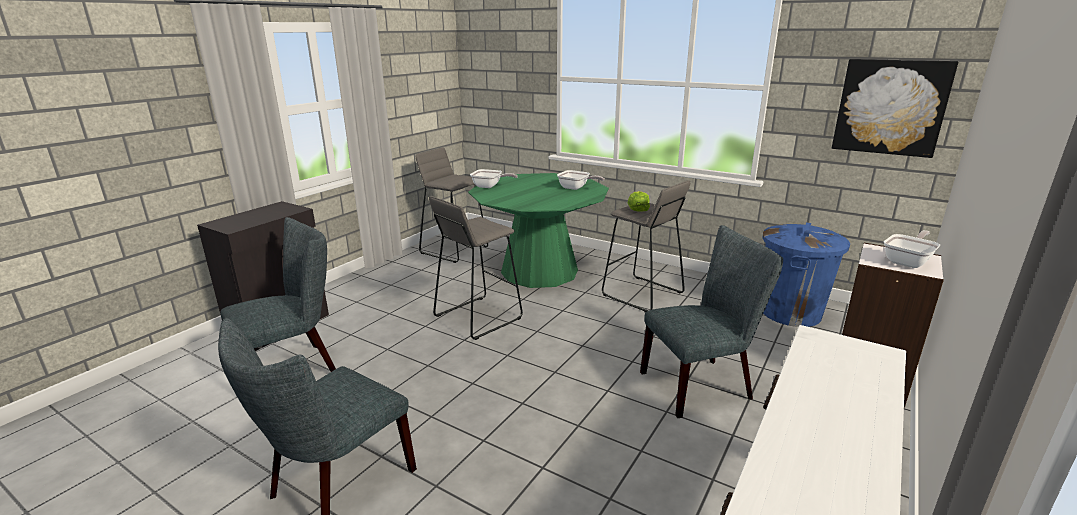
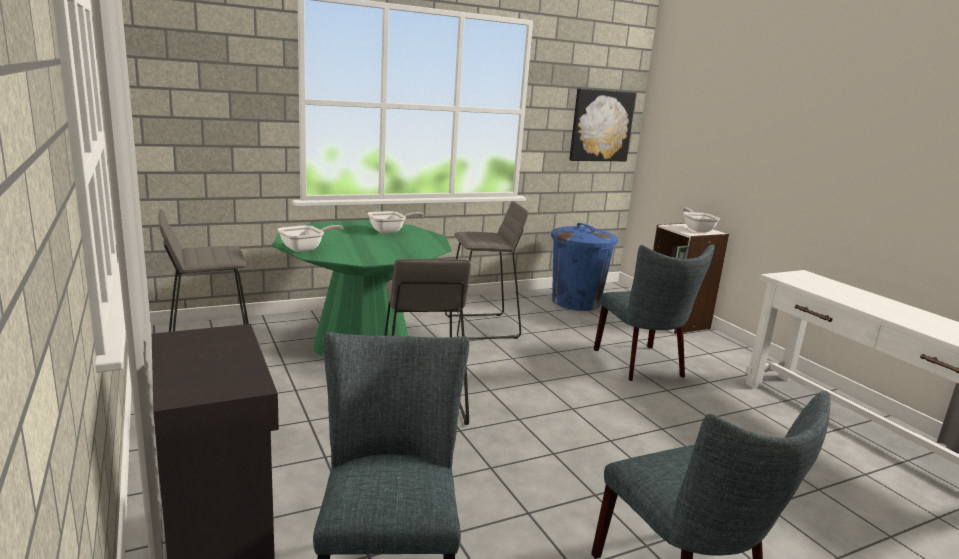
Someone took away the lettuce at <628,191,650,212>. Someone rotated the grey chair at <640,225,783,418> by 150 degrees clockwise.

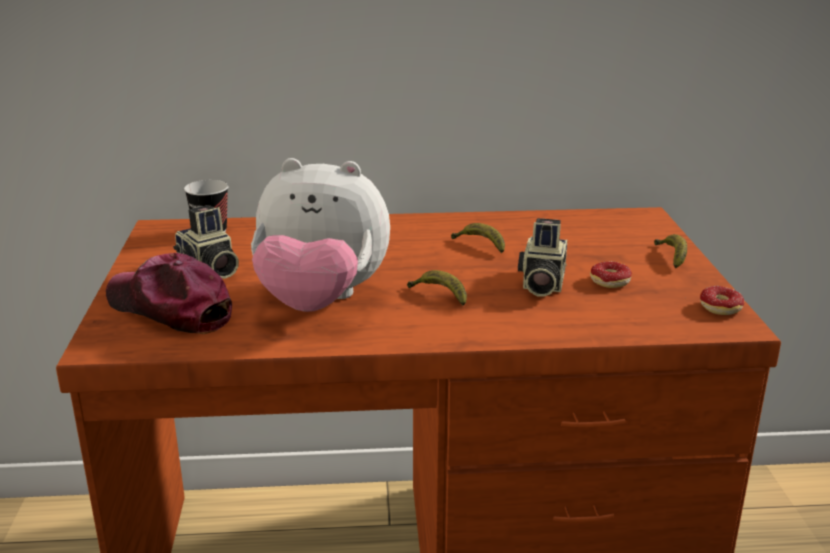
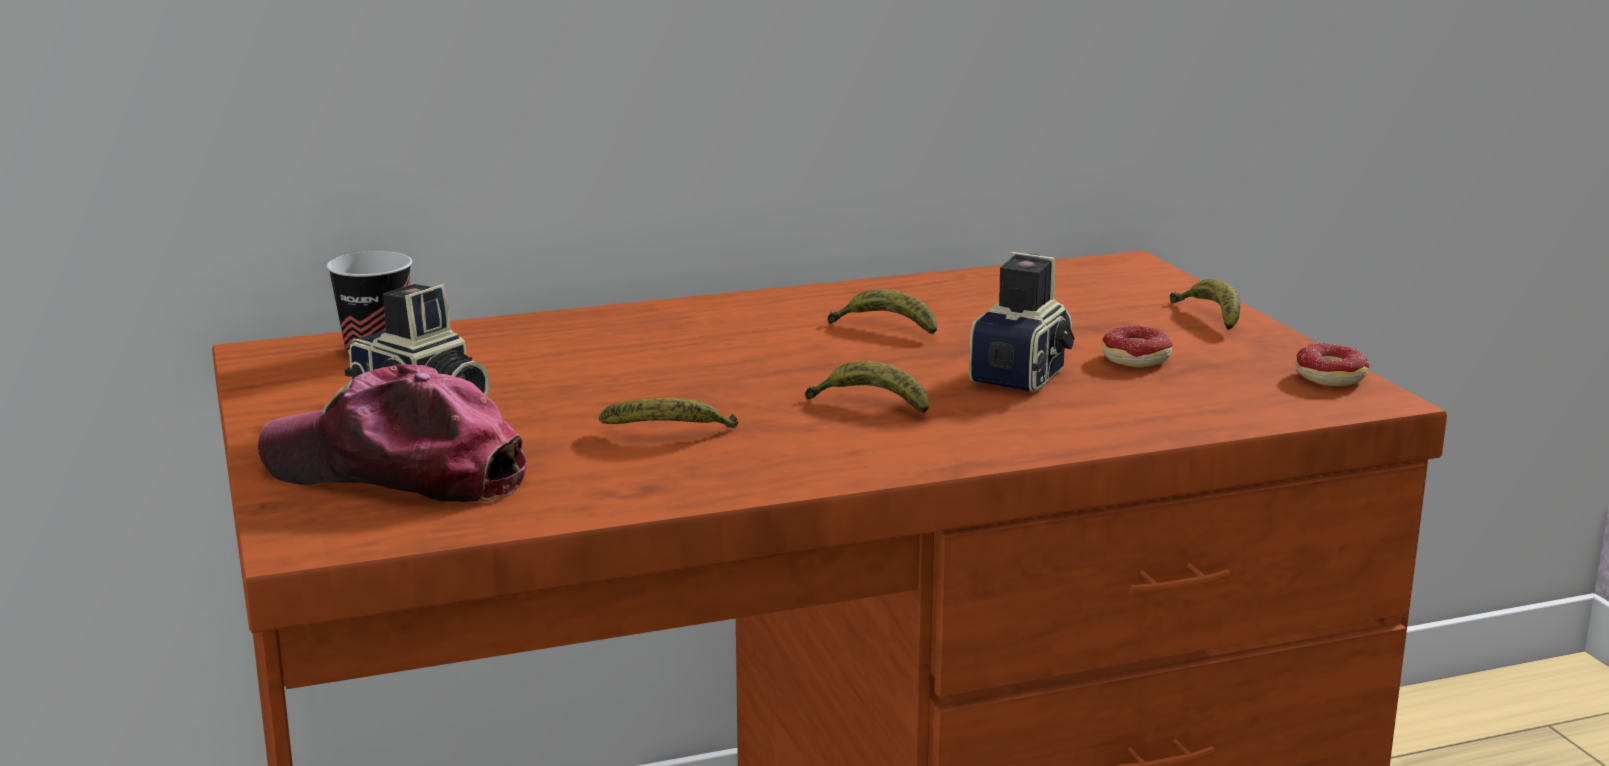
Someone swapped the plush toy at <251,158,390,312> for the banana at <599,398,738,428>. Someone rotated the photo camera at <518,218,567,297> by 150 degrees counterclockwise.

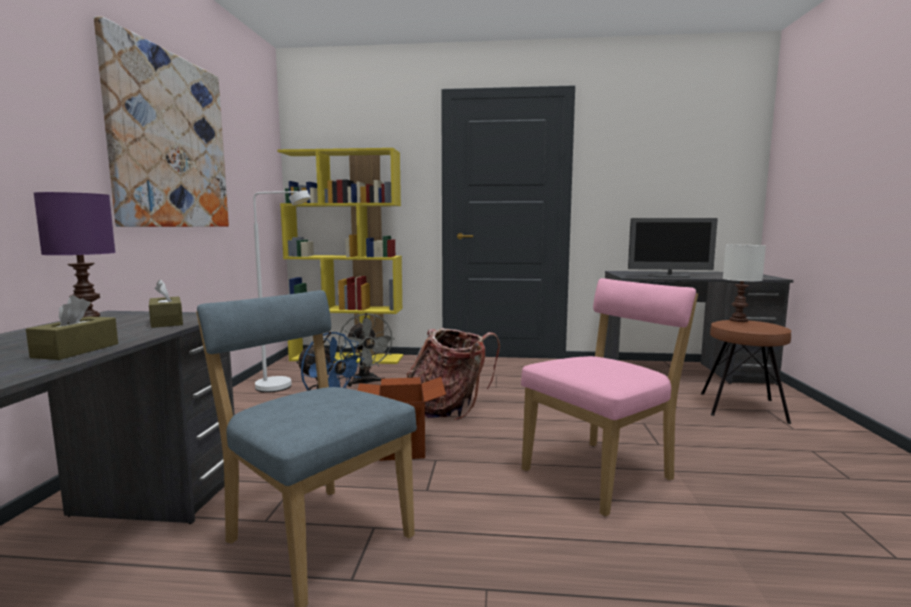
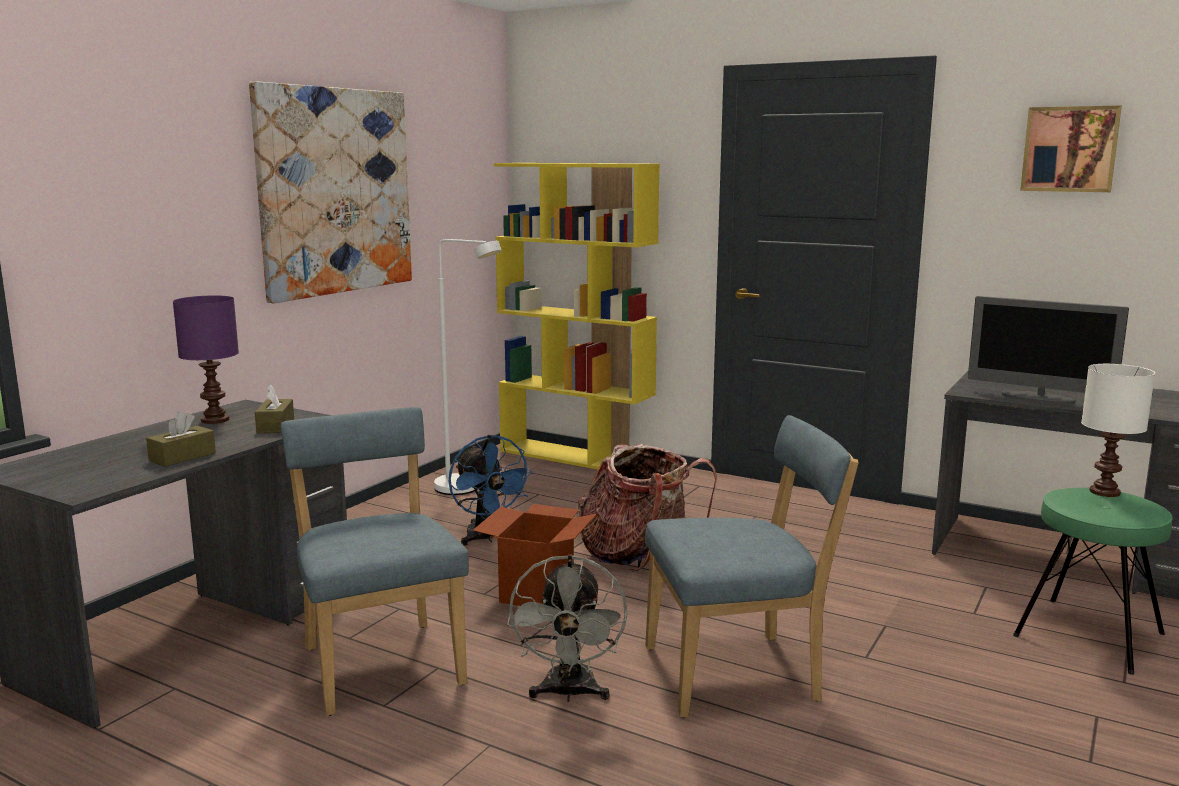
Someone put up the picture at <1020,106,1122,192>. Someone carried the grey fan from <338,313,395,387> to <507,555,627,702>. Someone repainted the pink chair at <521,278,698,517>, which became the blue chair at <645,415,859,718>. Someone repainted the brown stool at <701,320,791,424>, which became the green stool at <1013,488,1173,675>.

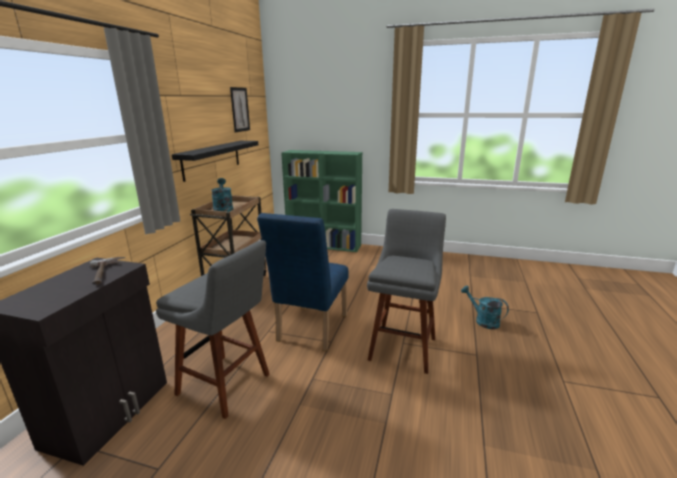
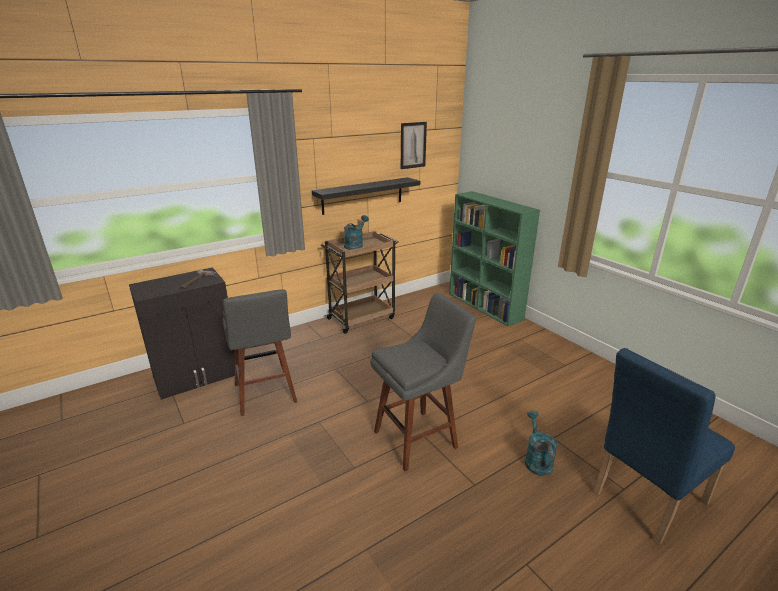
Someone carried the blue chair from <257,213,348,351> to <593,348,735,545>.

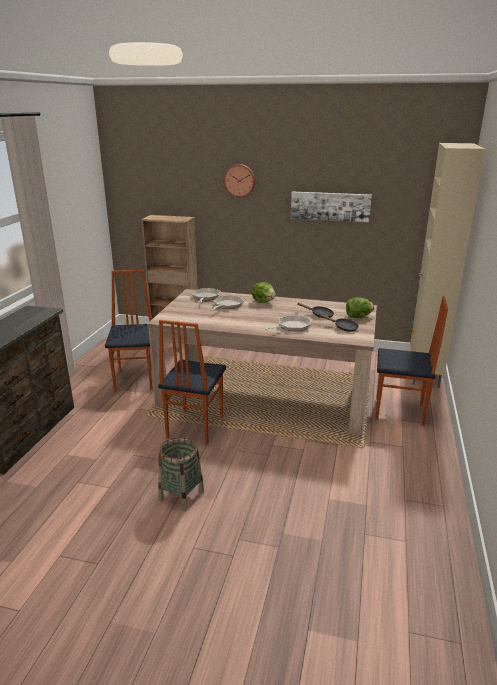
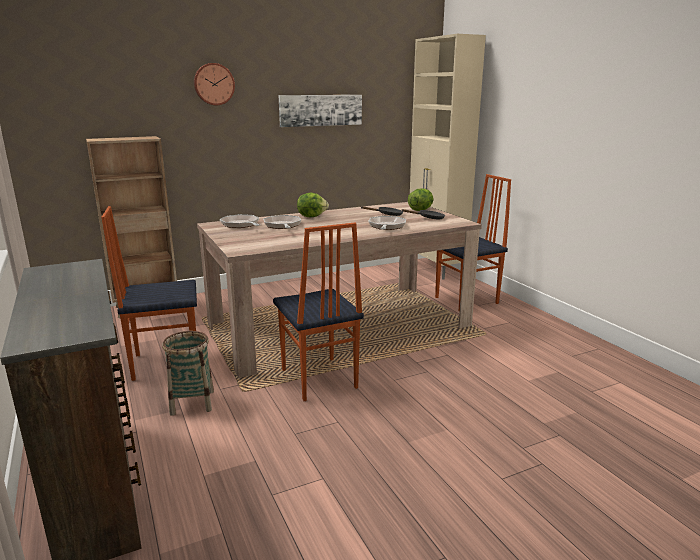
Someone carried the basket from <158,437,204,511> to <162,331,214,416>. Someone rotated the chair at <105,270,152,391> by 60 degrees counterclockwise.

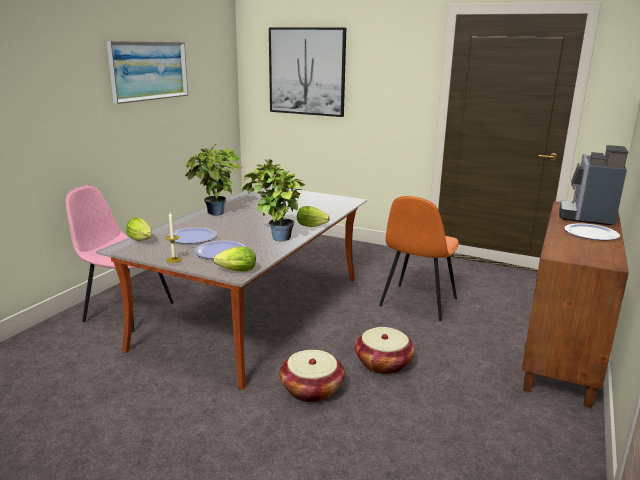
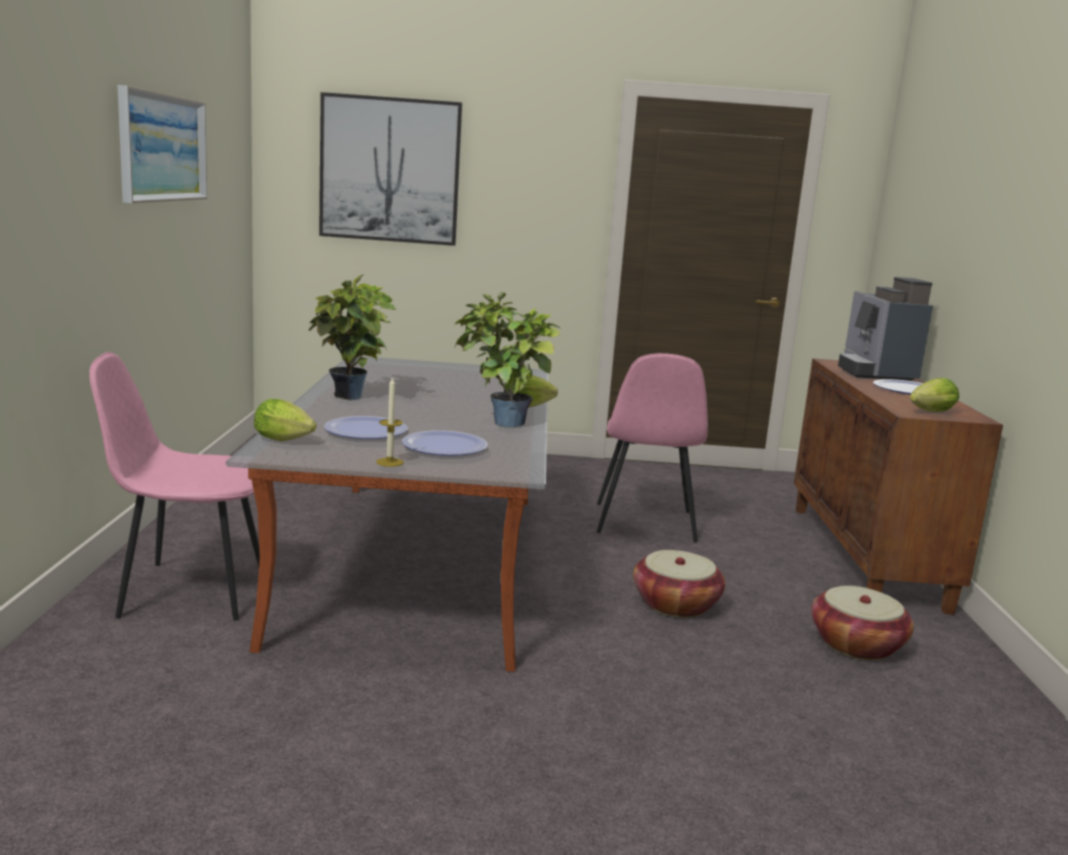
Someone carried the lettuce from <213,247,256,272> to <910,378,959,412>. Someone carried the basket from <280,350,345,403> to <811,586,914,660>. Someone repainted the orange chair at <379,196,459,321>, which became the pink chair at <597,353,708,542>.

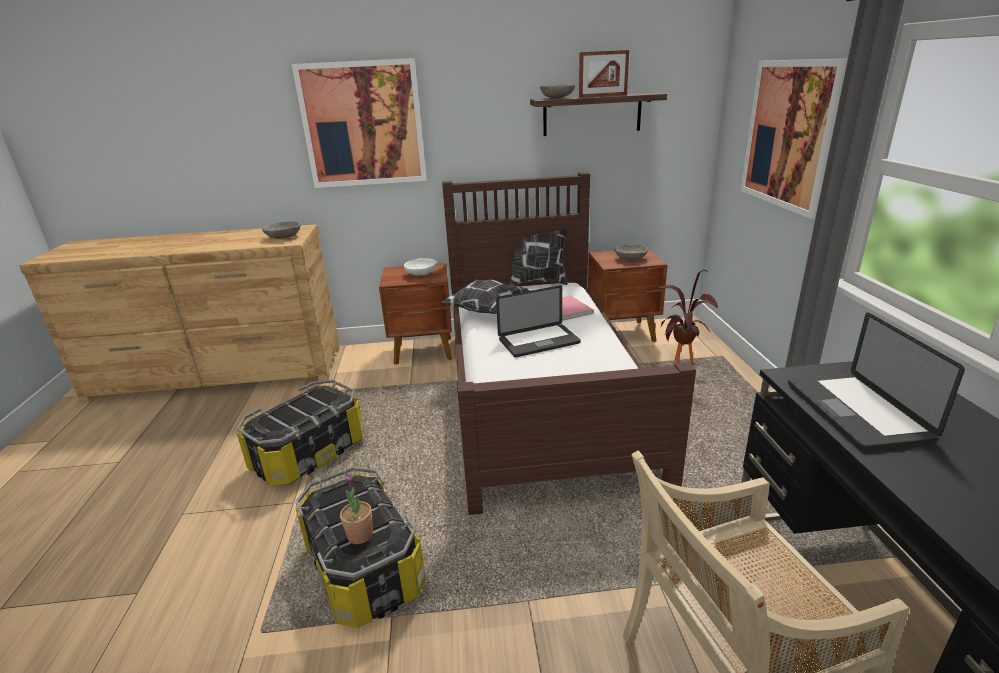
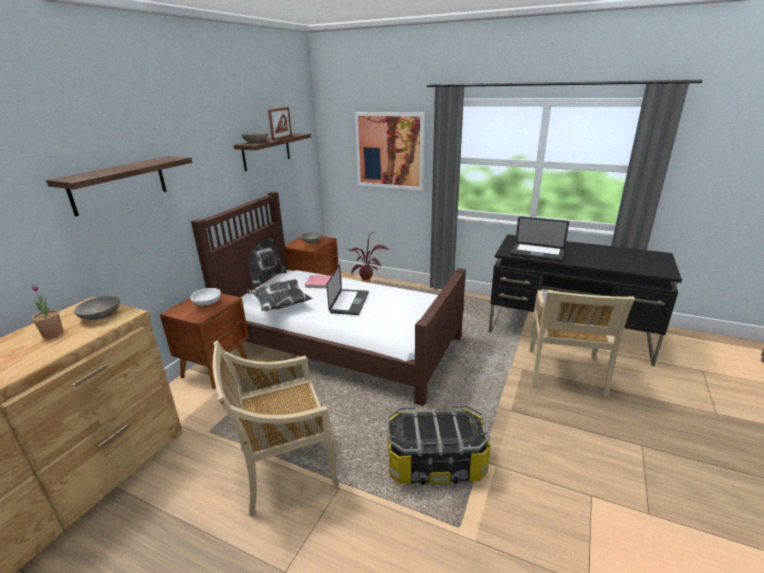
Someone carried the potted plant from <340,474,373,544> to <32,285,63,338>. Someone swapped the storage box at <237,380,364,485> for the beige chair at <213,340,339,516>. Someone swapped the picture at <292,58,427,188> for the shelf at <46,156,192,216>.

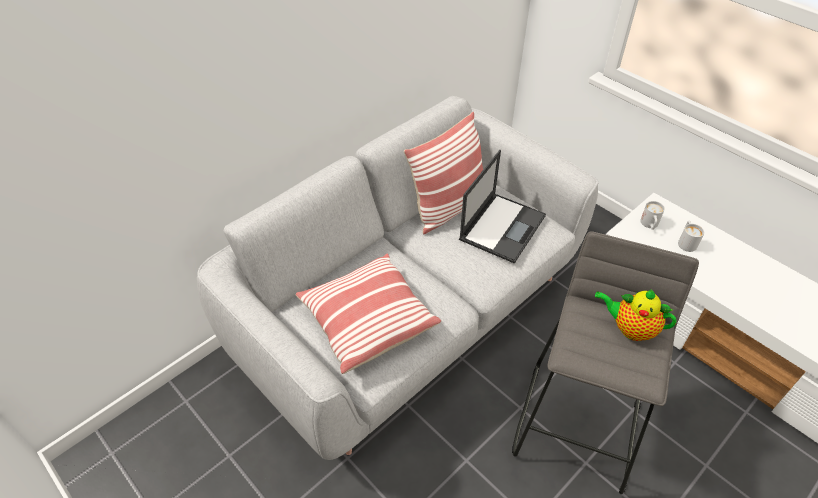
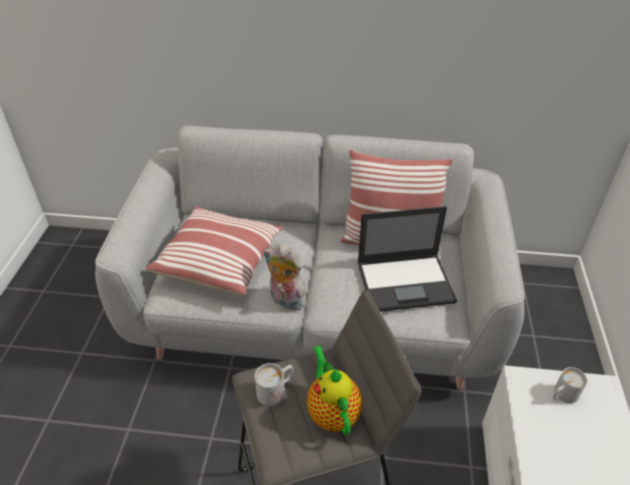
Someone put down the plush toy at <264,245,307,310>. Someone carried the white mug from <678,221,704,252> to <255,363,293,406>.

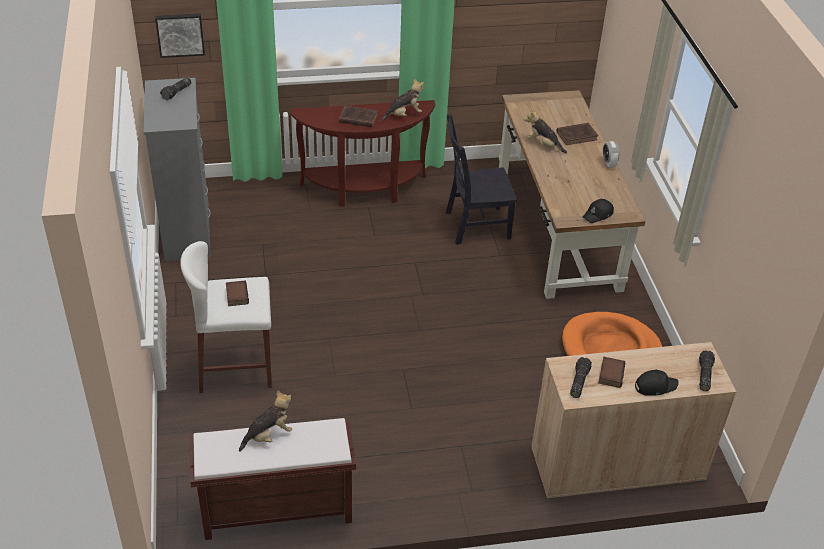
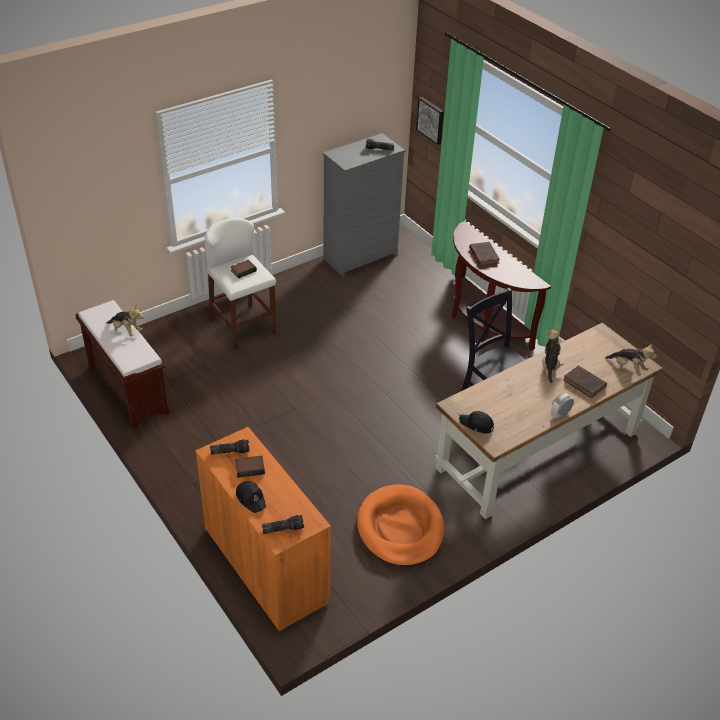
Someone carried the plush toy from <382,78,424,121> to <605,343,657,376>. Someone repainted the beige cabinet at <531,342,736,499>, which became the orange cabinet at <195,427,331,632>.

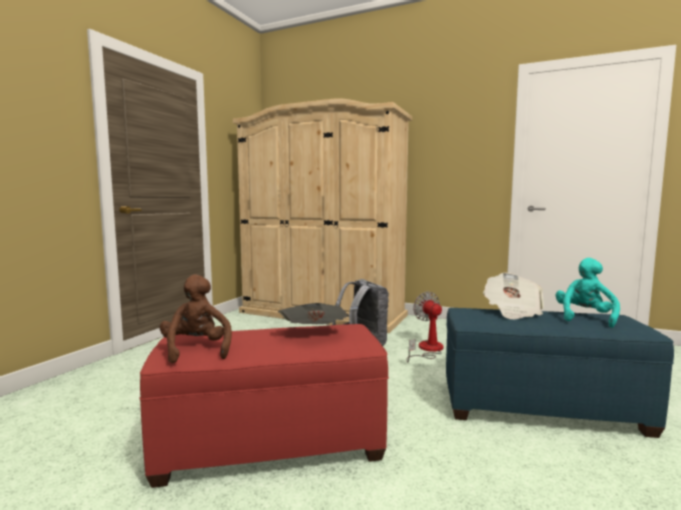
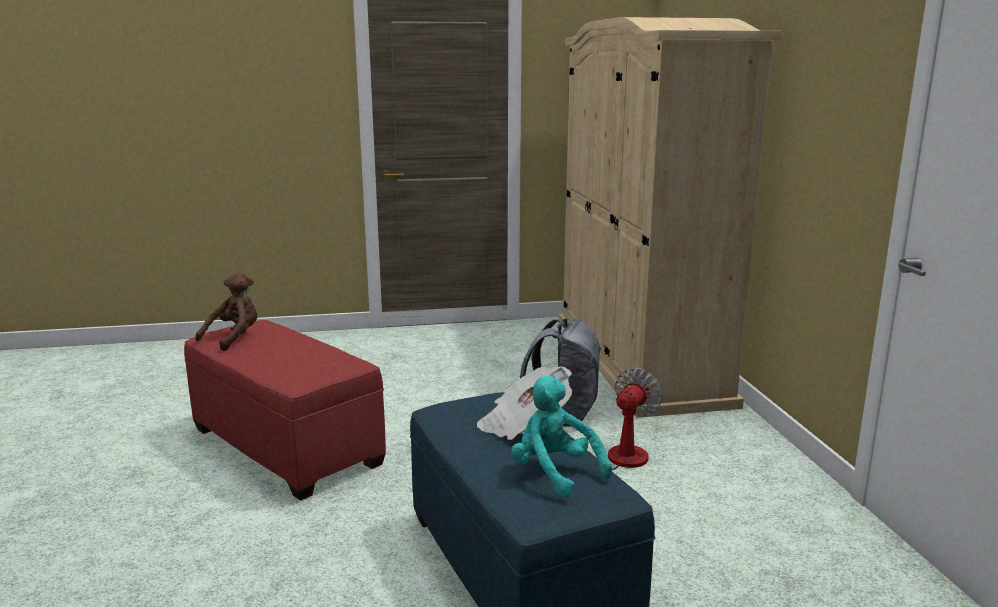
Someone took away the newspaper at <277,303,349,324>. Someone rotated the turquoise plush toy at <555,258,620,328> by 120 degrees counterclockwise.

